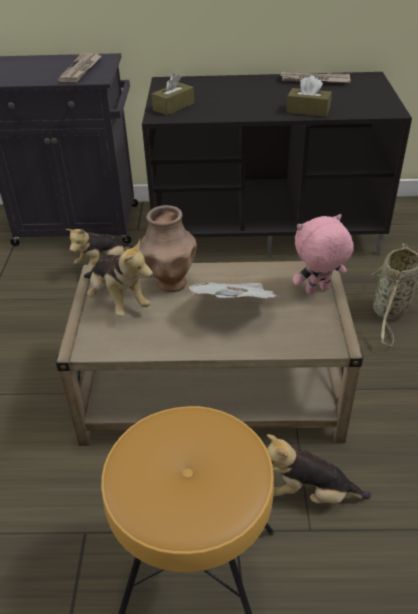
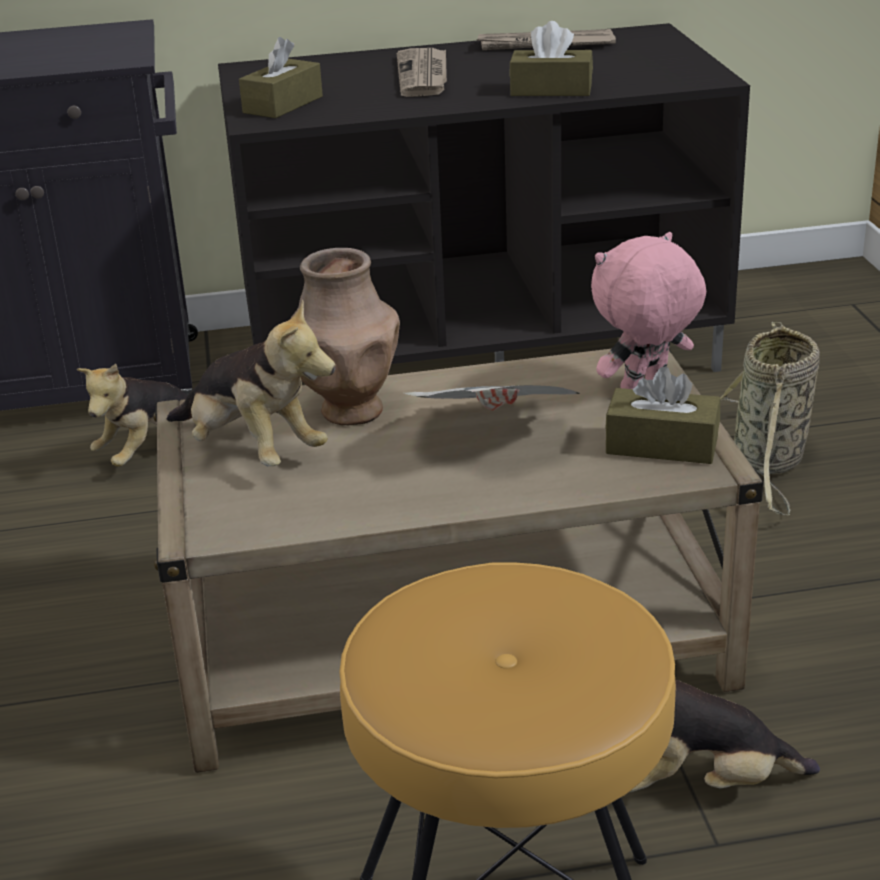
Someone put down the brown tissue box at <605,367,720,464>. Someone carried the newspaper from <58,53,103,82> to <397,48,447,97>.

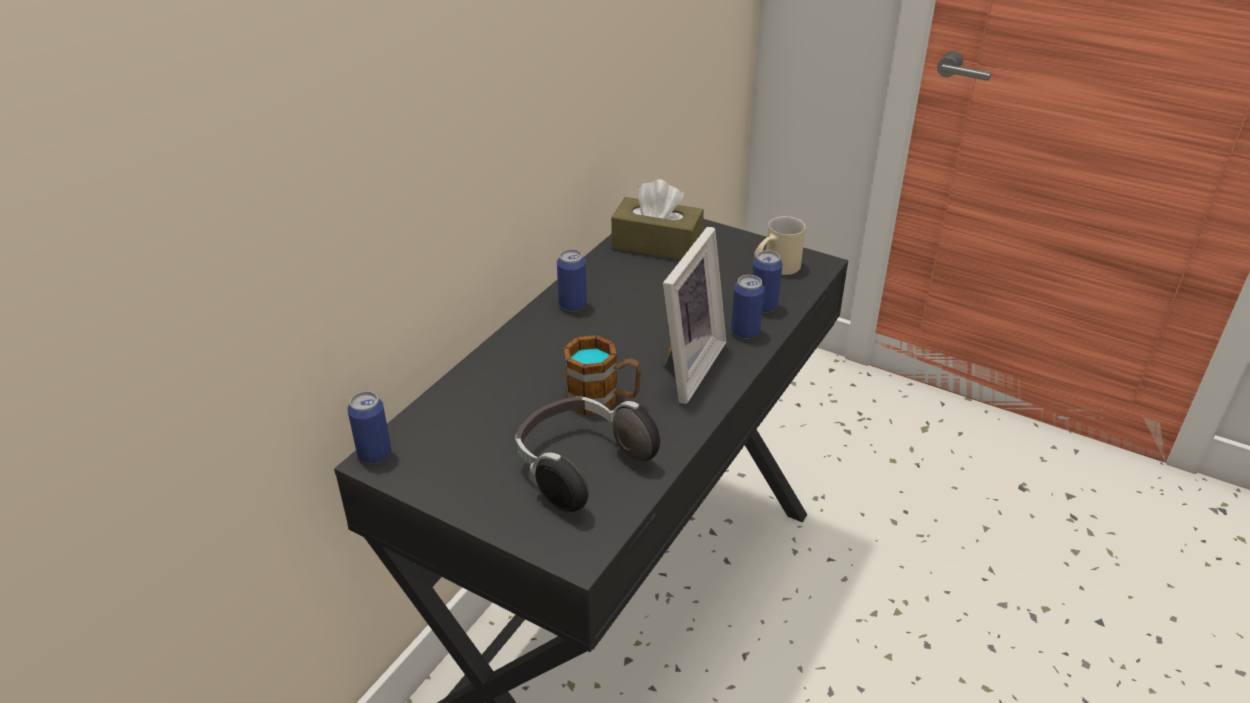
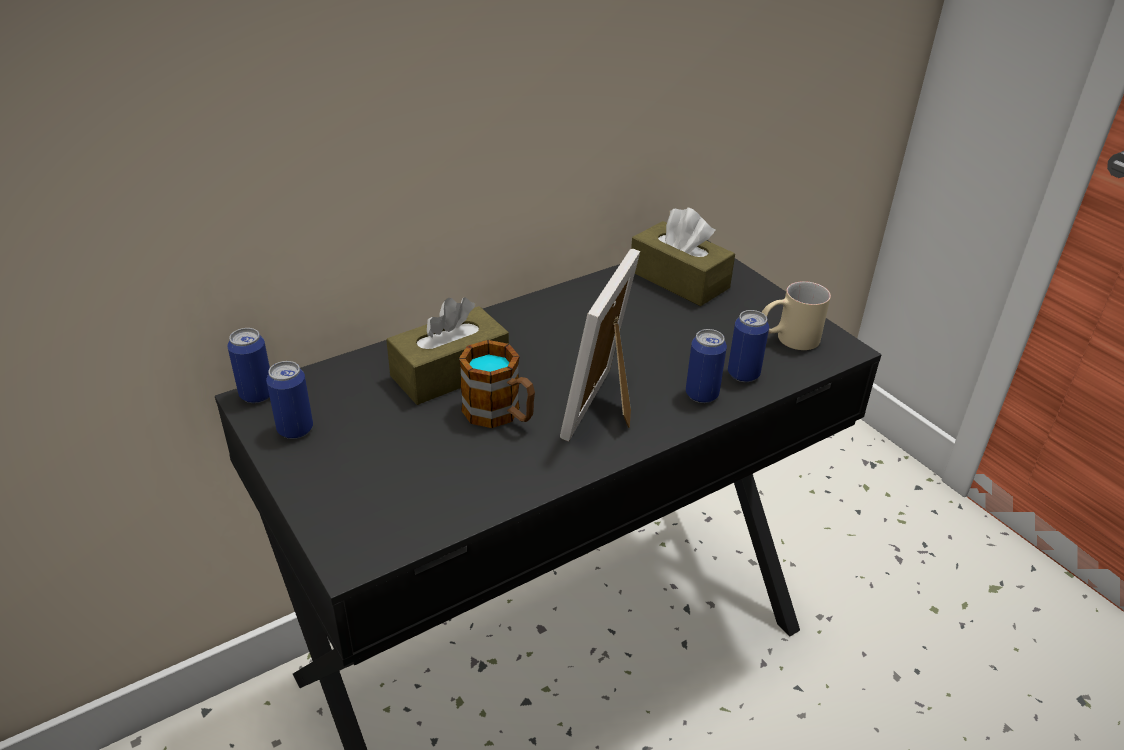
Someone took away the headphones at <515,397,660,512>. Someone put down the brown tissue box at <386,297,509,405>. Someone carried the can from <557,249,587,312> to <266,361,313,439>. Someone rotated the picture frame at <663,227,726,404> by 150 degrees clockwise.

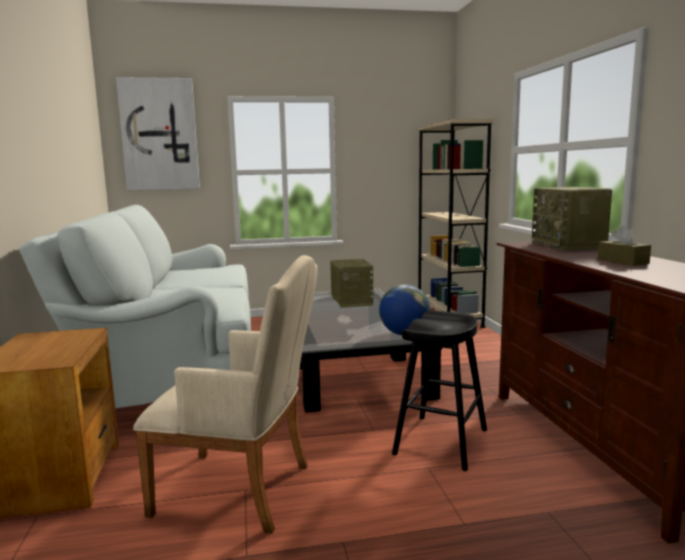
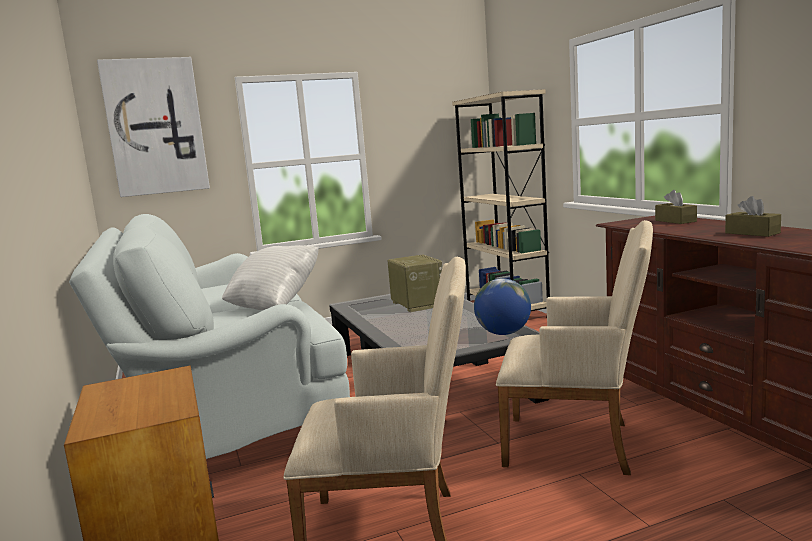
Someone put down the white pillow at <222,245,319,310>. Someone swapped the black stool at <392,310,487,471> for the beige armchair at <496,220,653,475>. Someone swapped the radio at <532,187,612,251> for the brown tissue box at <655,190,697,224>.

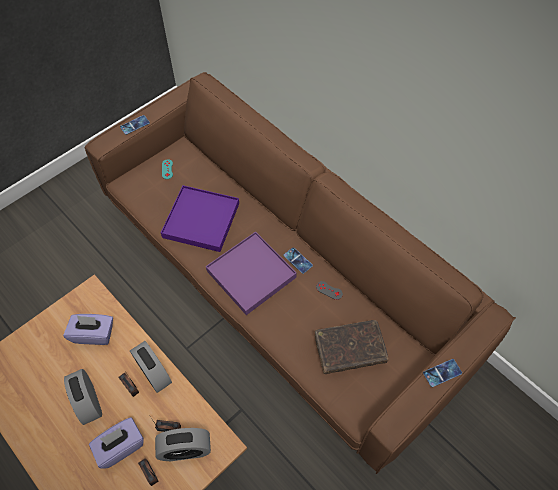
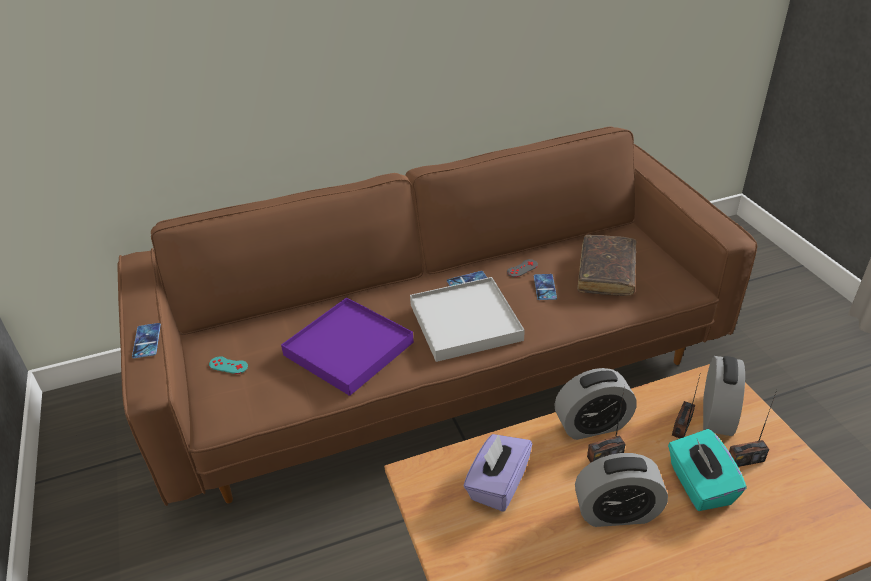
Someone carried the phone from <423,359,462,387> to <534,274,557,300>. Someone repainted the purple tissue box at <89,417,144,469>, which became the turquoise tissue box at <668,429,747,511>. Someone repainted the purple tray at <206,232,297,315>, which became the white tray at <410,277,525,362>.

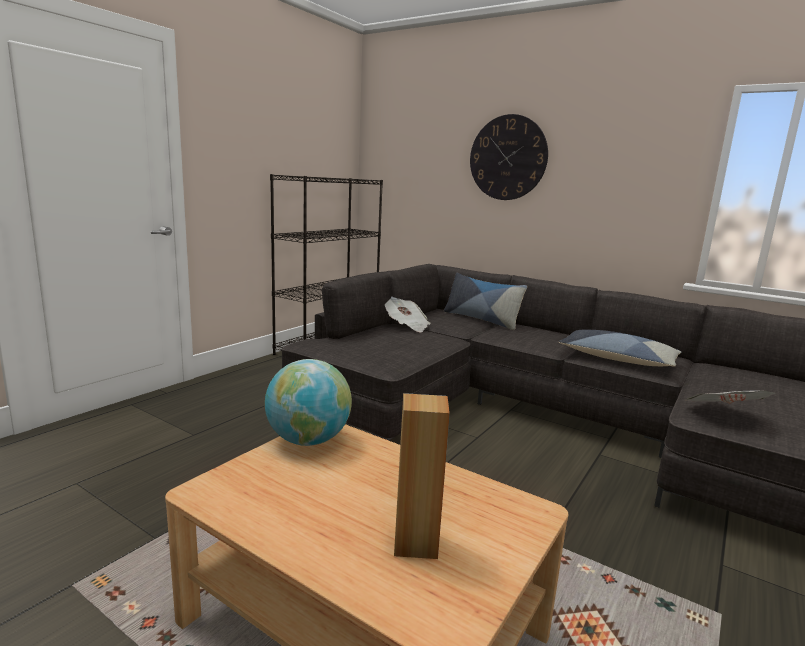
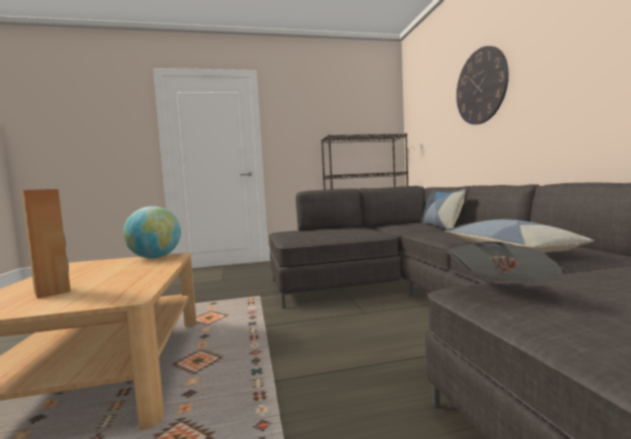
Someone took away the newspaper at <384,296,431,333>.

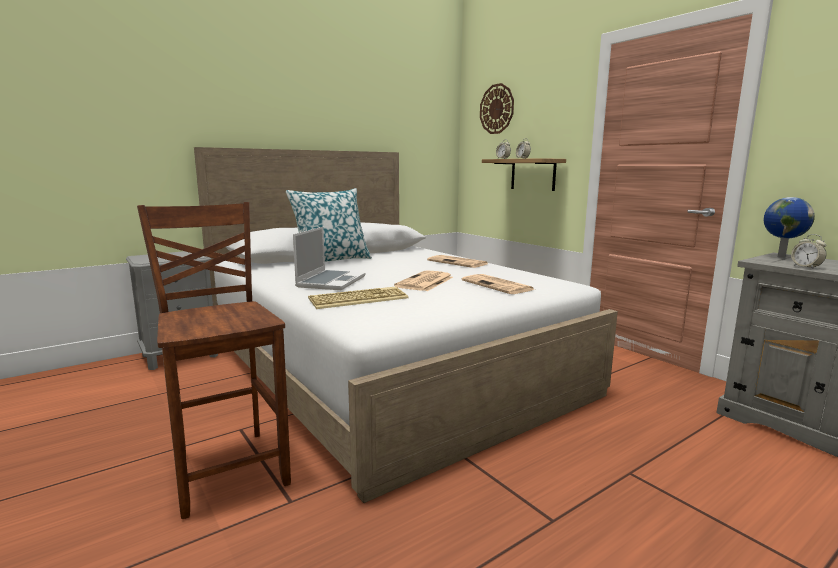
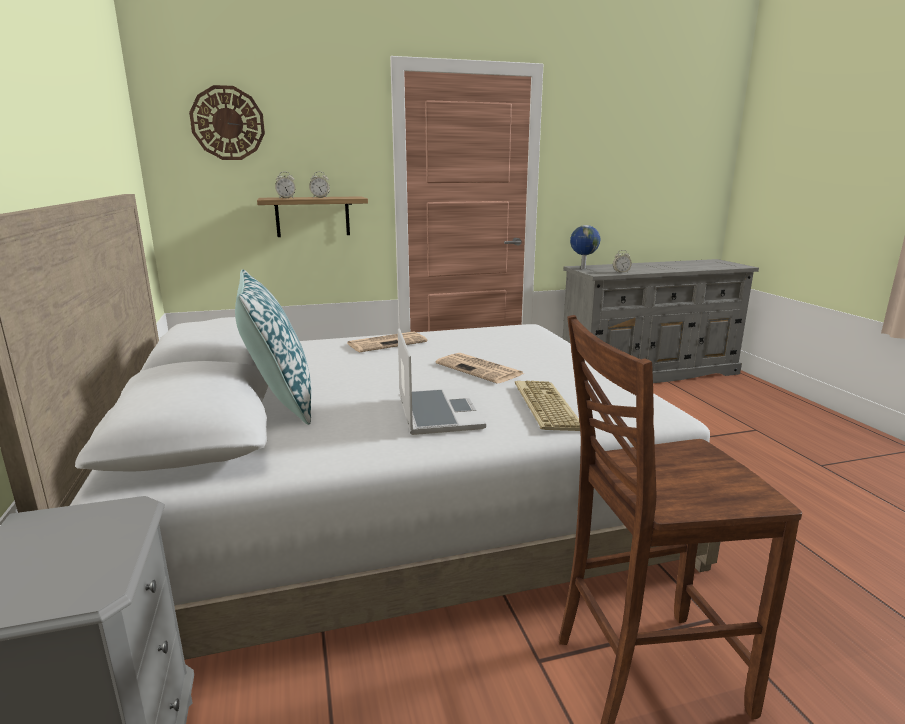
Someone took away the newspaper at <462,274,535,294>. Someone rotated the laptop at <293,227,366,290> by 45 degrees clockwise.

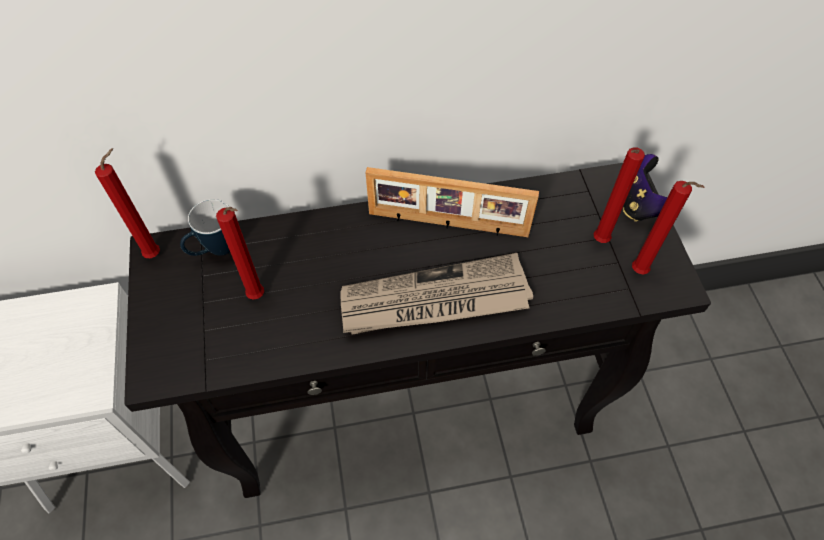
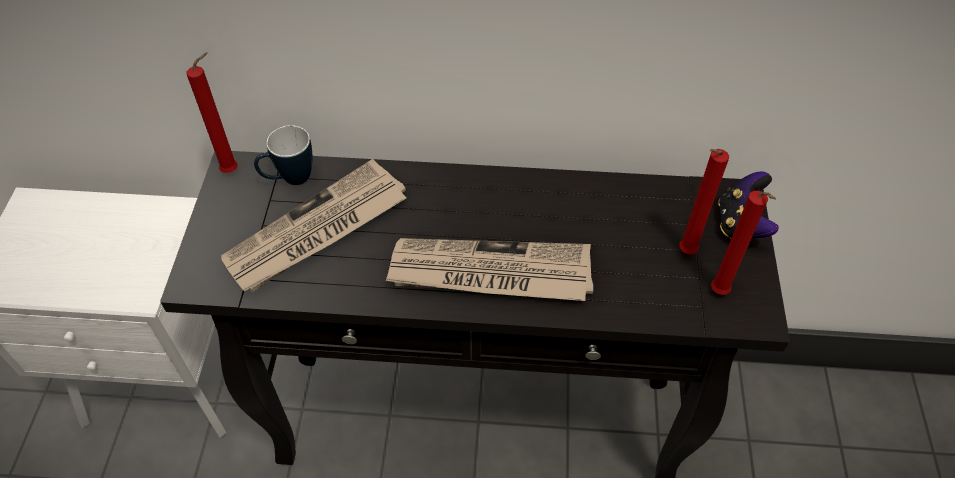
Someone took away the picture frame at <366,167,539,237>. Someone swapped the red candle at <216,207,264,300> for the newspaper at <220,159,406,292>.

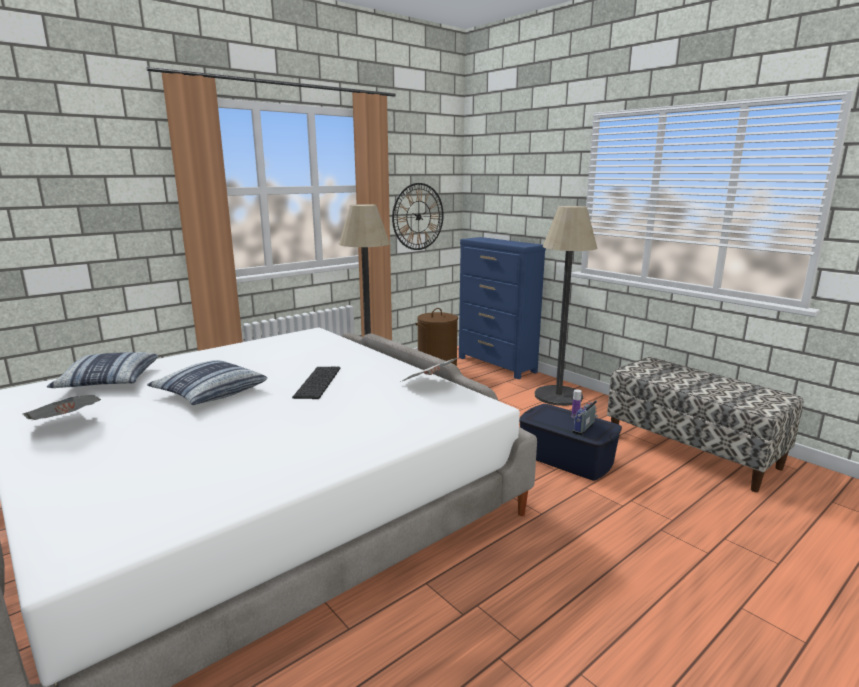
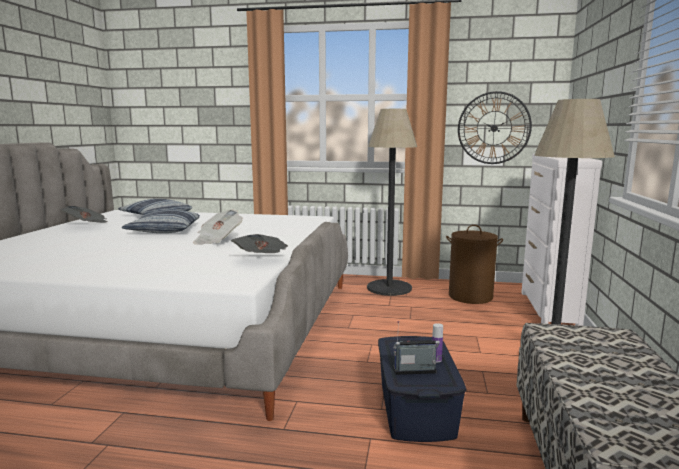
Someone swapped the keyboard at <292,367,340,399> for the newspaper at <193,210,243,245>. Someone repainted the blue dresser at <459,237,546,379>, which became the white dresser at <521,154,602,326>.

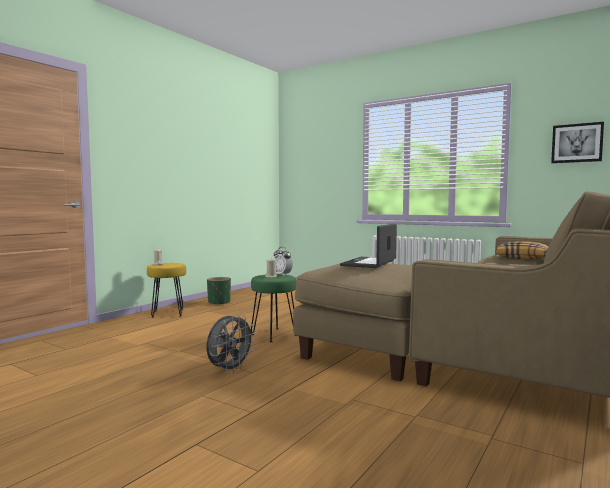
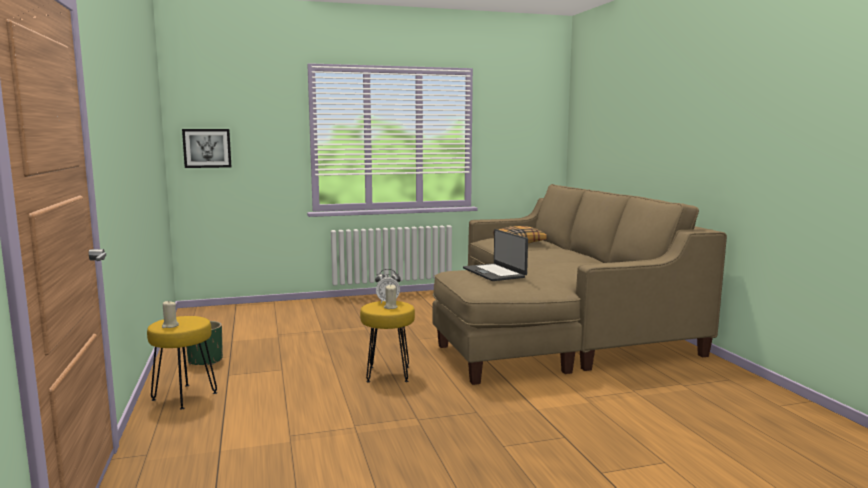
Someone took away the grey fan at <206,313,255,373>. Someone carried the picture from <551,122,604,163> to <182,129,232,168>. Someone repainted the green stool at <251,274,297,342>, which became the yellow stool at <360,301,415,382>.

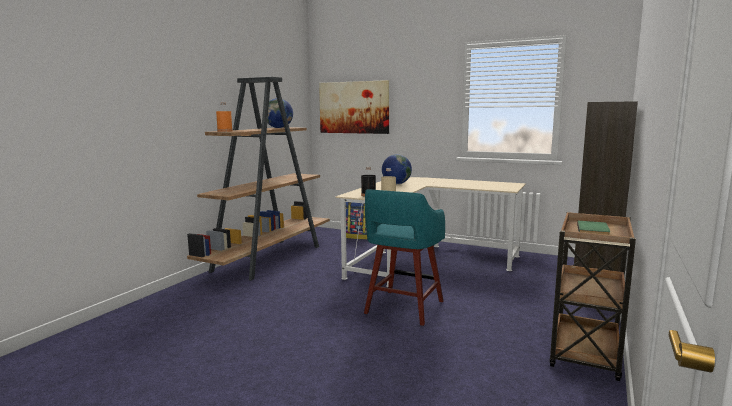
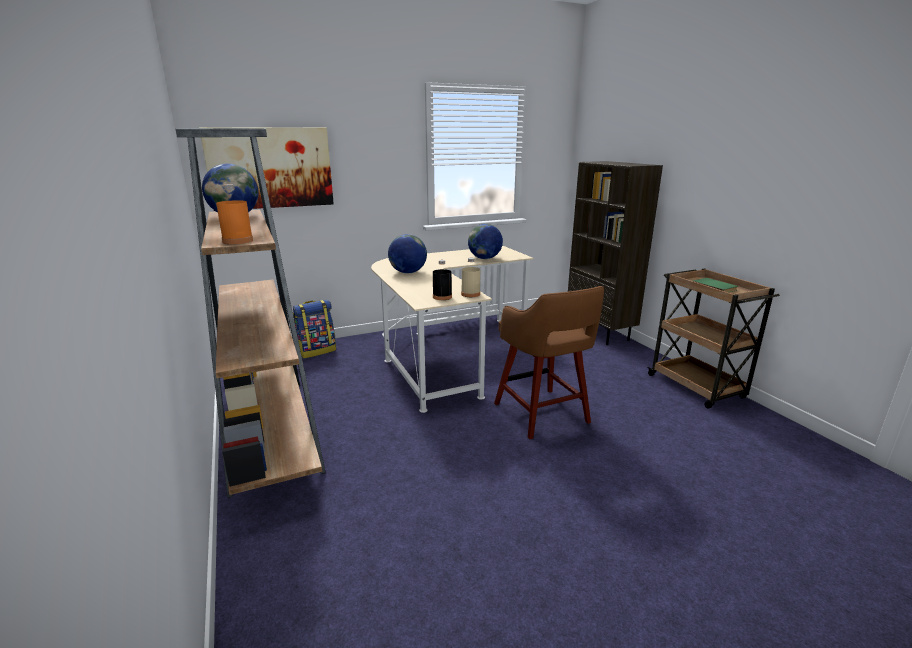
Someone put down the globe at <468,224,503,259>. Someone repainted the turquoise stool at <364,190,445,326>, which became the brown stool at <494,286,604,439>.

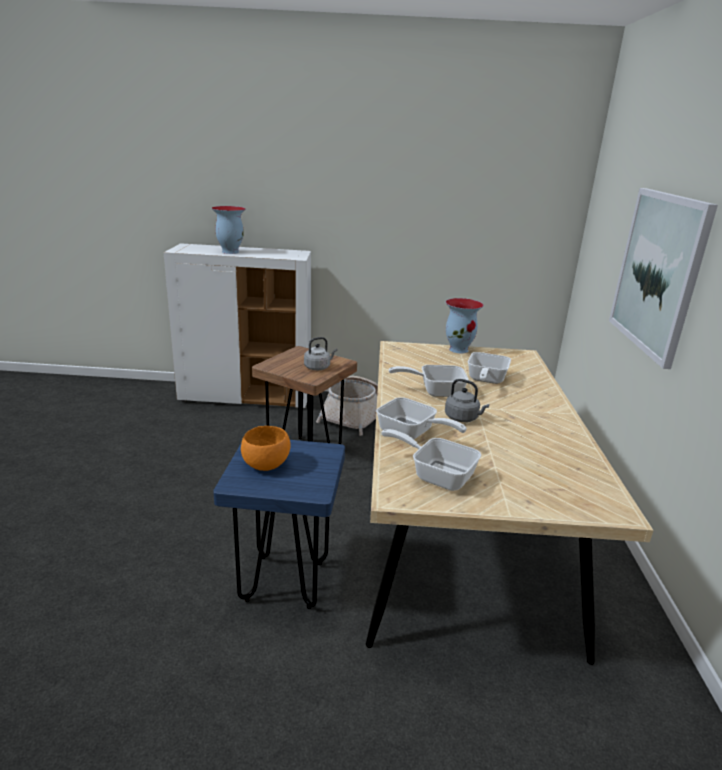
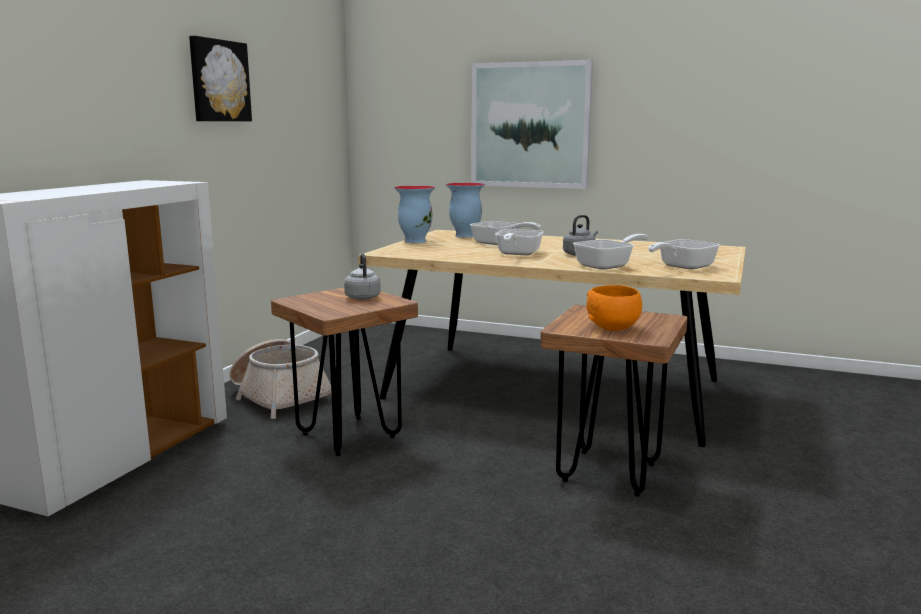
Someone put up the picture at <189,36,252,121>. Someone carried the vase from <212,206,245,254> to <446,183,485,237>. Someone repainted the blue stool at <213,440,345,609>, which became the brown stool at <540,305,688,496>.

